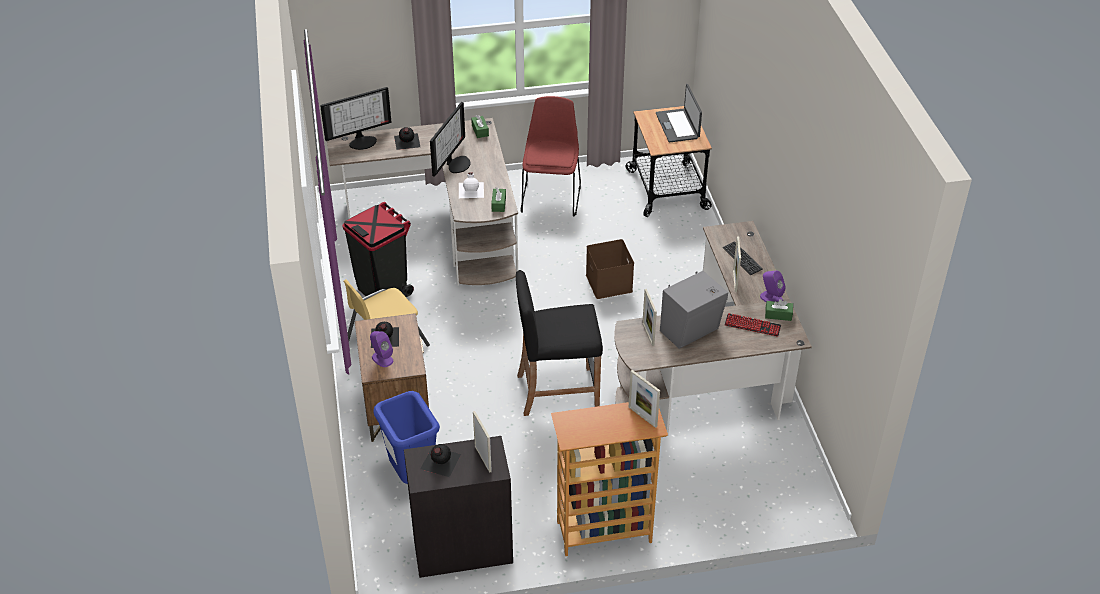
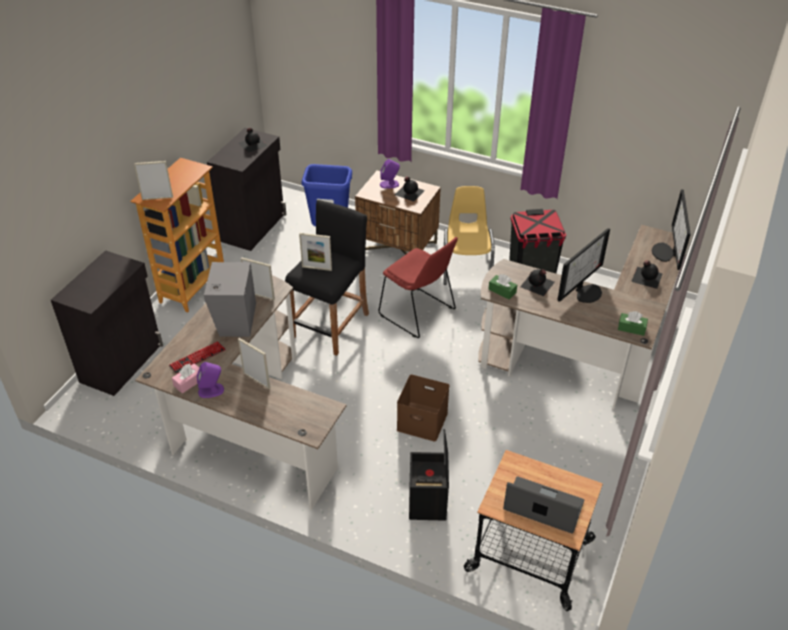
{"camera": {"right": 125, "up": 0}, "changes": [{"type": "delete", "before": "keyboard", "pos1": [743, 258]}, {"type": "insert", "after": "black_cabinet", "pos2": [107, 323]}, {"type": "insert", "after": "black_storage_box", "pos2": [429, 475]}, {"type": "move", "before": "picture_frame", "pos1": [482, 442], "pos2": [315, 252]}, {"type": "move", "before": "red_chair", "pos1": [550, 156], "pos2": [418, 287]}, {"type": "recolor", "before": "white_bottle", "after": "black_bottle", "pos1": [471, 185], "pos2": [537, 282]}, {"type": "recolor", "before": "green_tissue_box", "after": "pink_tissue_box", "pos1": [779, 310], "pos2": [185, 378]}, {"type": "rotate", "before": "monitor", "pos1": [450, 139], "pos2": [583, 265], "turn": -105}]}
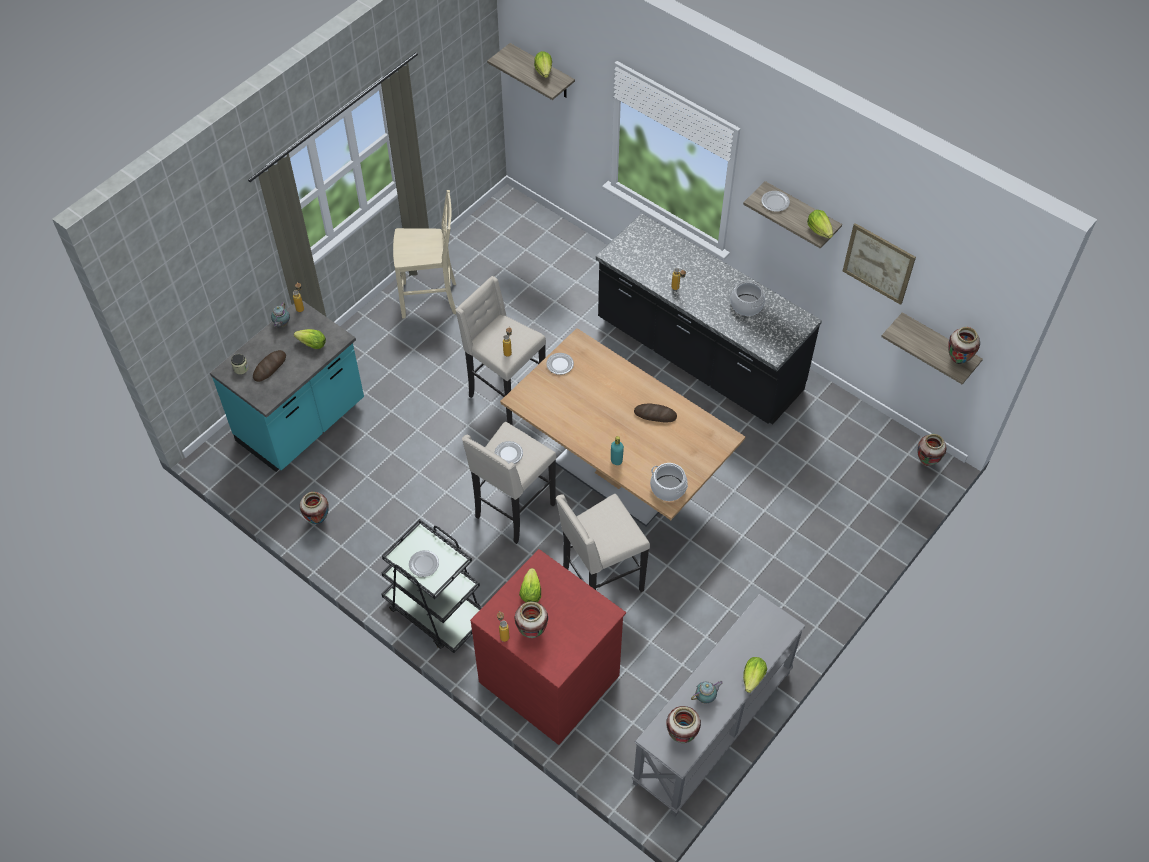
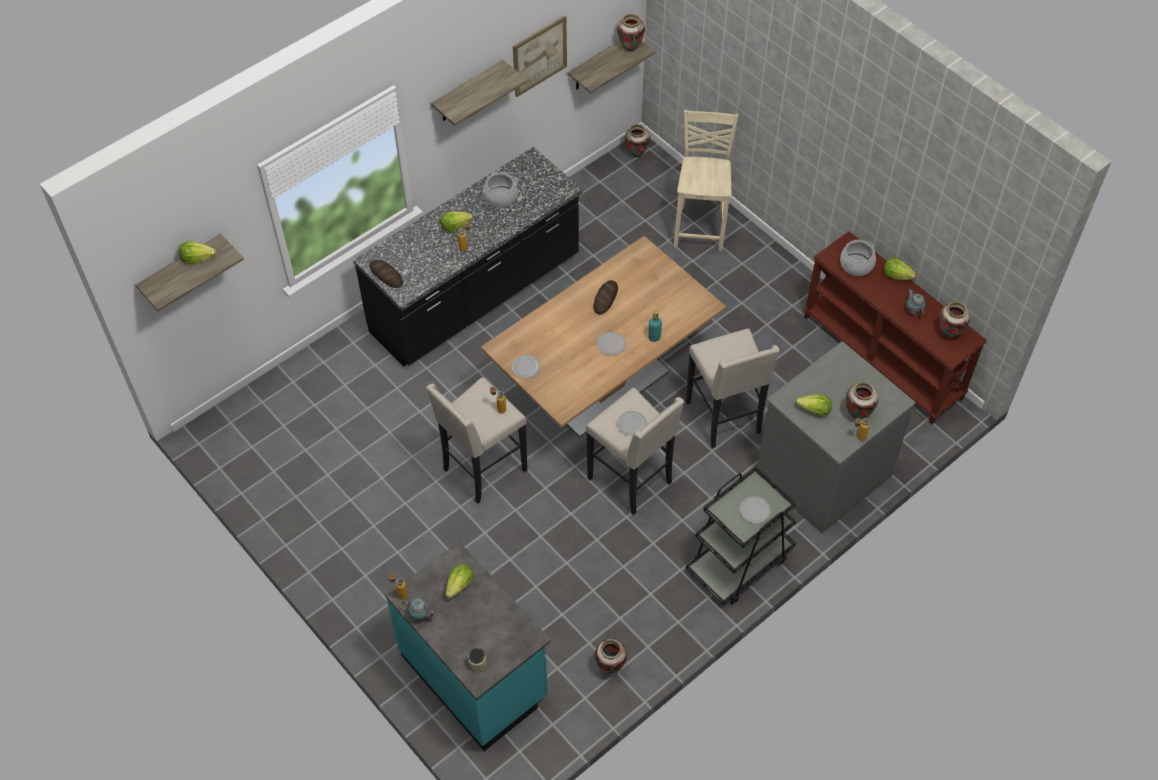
{"camera": {"right": -80, "up": 0}, "changes": [{"type": "move", "before": "bread", "pos1": [269, 366], "pos2": [386, 274]}, {"type": "move", "before": "beige_chair", "pos1": [424, 254], "pos2": [706, 181]}, {"type": "move", "before": "cooking_pot", "pos1": [669, 482], "pos2": [858, 258]}, {"type": "move", "before": "plate", "pos1": [775, 201], "pos2": [611, 343]}, {"type": "move", "before": "lettuce", "pos1": [820, 224], "pos2": [457, 221]}, {"type": "recolor", "before": "red_dresser", "after": "grey_dresser", "pos1": [548, 647], "pos2": [836, 437]}, {"type": "recolor", "before": "grey_console_table", "after": "brown_console_table", "pos1": [718, 704], "pos2": [895, 327]}]}
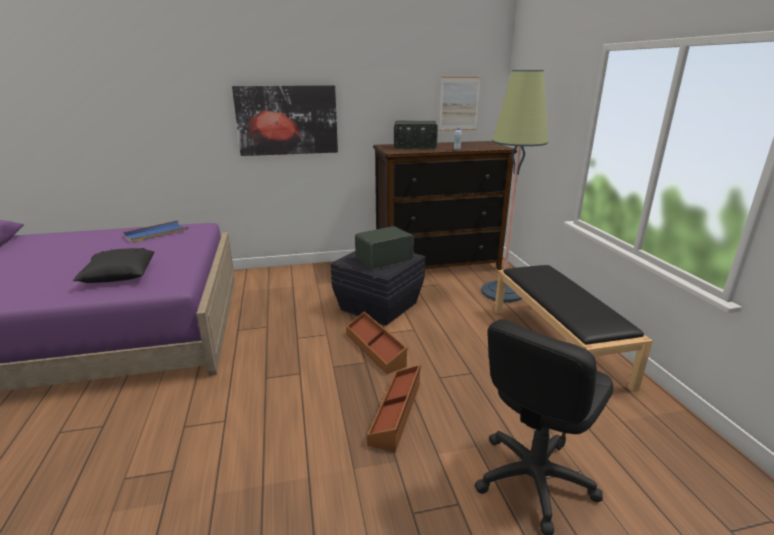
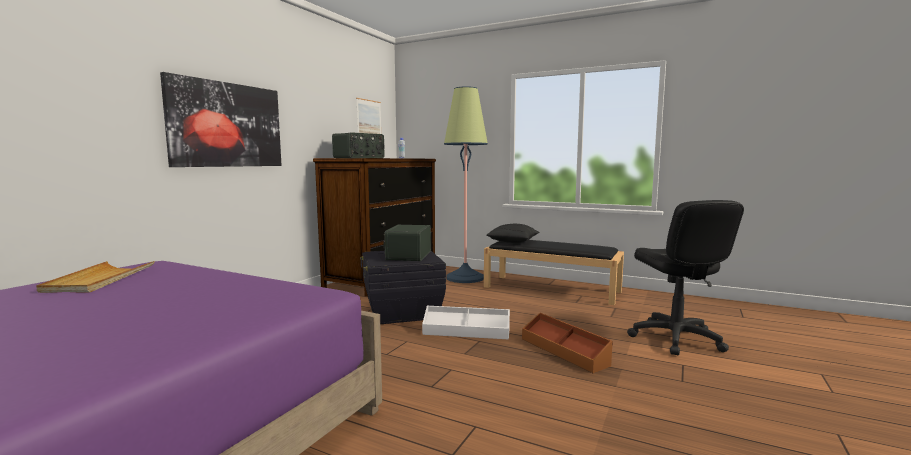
{"camera": {"right": -50, "up": -15}, "changes": [{"type": "move", "before": "black_pillow", "pos1": [113, 265], "pos2": [513, 233]}, {"type": "recolor", "before": "blue_tray", "after": "beige_tray", "pos1": [155, 231], "pos2": [95, 277]}, {"type": "recolor", "before": "brown_storage_box", "after": "white_storage_box", "pos1": [376, 342], "pos2": [466, 323]}]}
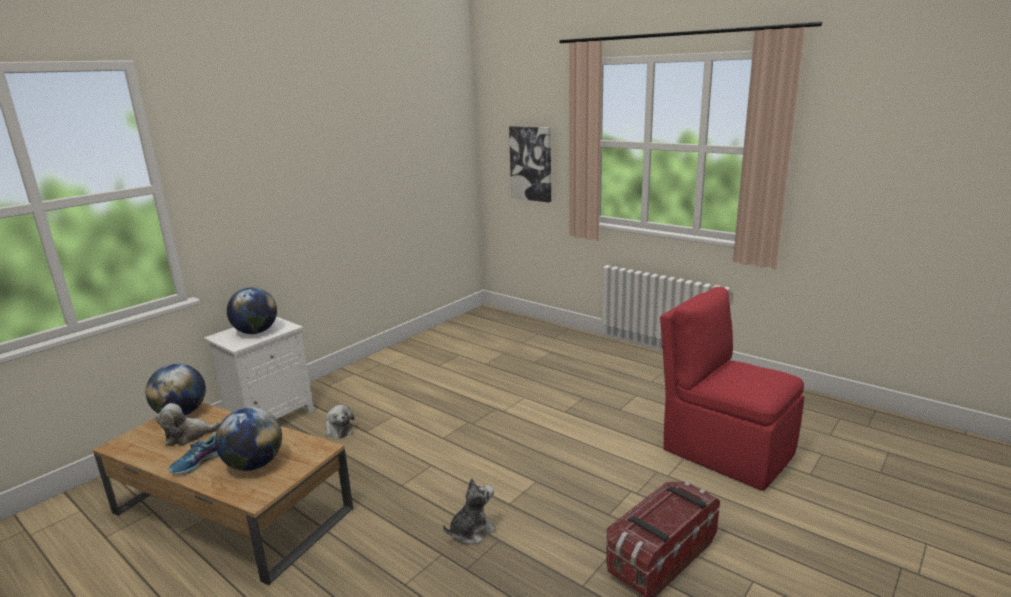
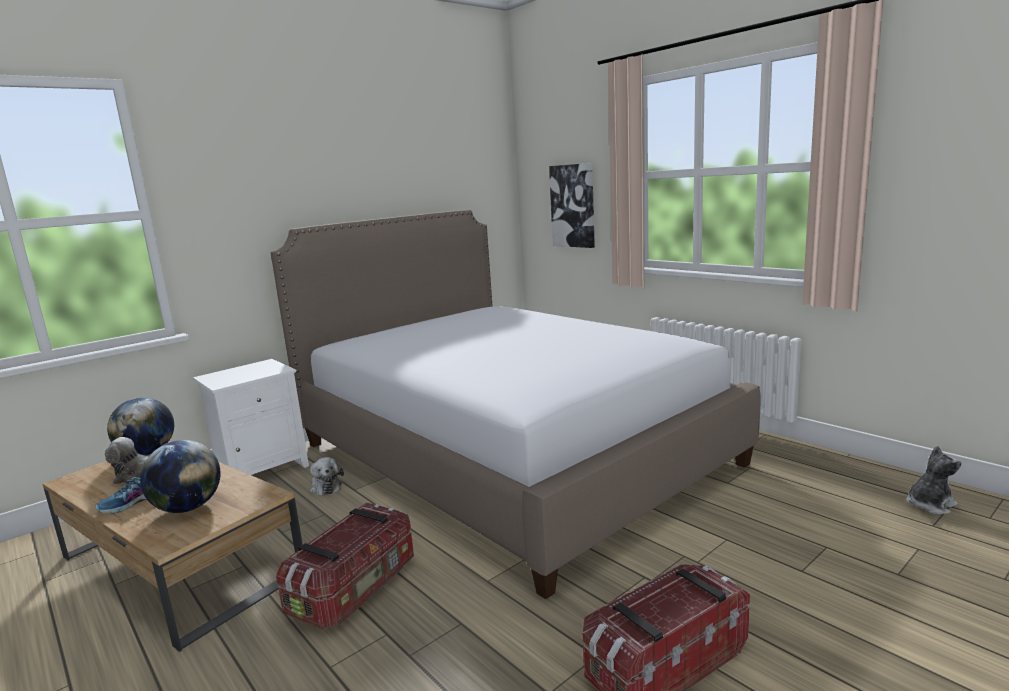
{"camera": {"right": 10, "up": -5}, "changes": [{"type": "delete", "before": "globe", "pos1": [252, 310]}, {"type": "delete", "before": "red_chair", "pos1": [732, 389]}, {"type": "insert", "after": "bed", "pos2": [515, 404]}, {"type": "insert", "after": "storage_box", "pos2": [345, 566]}, {"type": "move", "before": "plush_toy", "pos1": [469, 511], "pos2": [933, 480]}]}
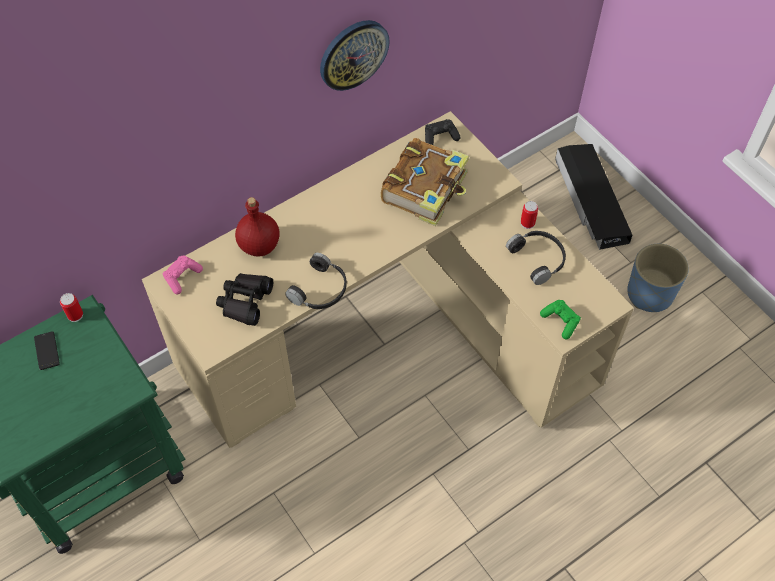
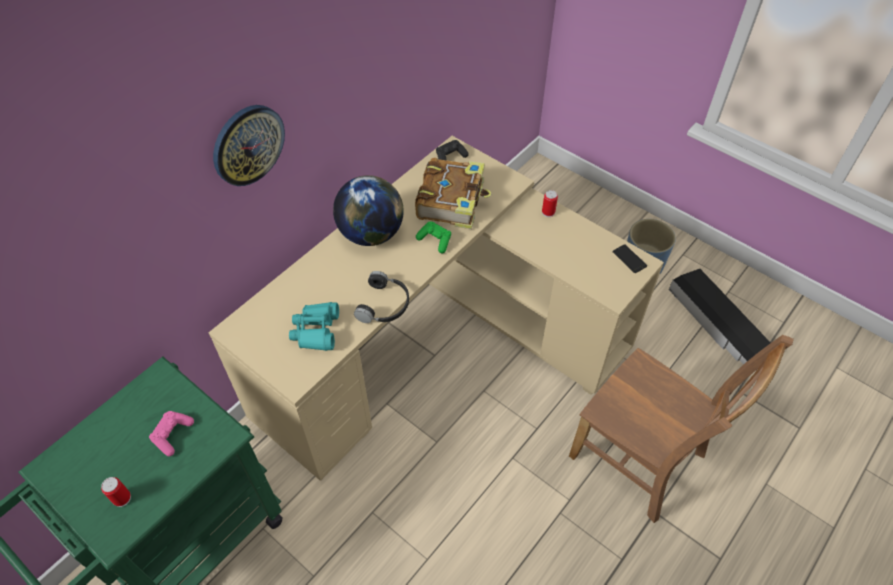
{"camera": {"right": -15, "up": -5}, "changes": [{"type": "delete", "before": "red_bottle", "pos1": [257, 227]}, {"type": "delete", "before": "black_headphones", "pos1": [536, 258]}, {"type": "insert", "after": "globe", "pos2": [368, 210]}, {"type": "insert", "after": "brown_chair", "pos2": [681, 429]}, {"type": "move", "before": "phone", "pos1": [47, 350], "pos2": [630, 258]}, {"type": "move", "before": "can", "pos1": [71, 307], "pos2": [116, 492]}, {"type": "move", "before": "pink_game_controller", "pos1": [183, 275], "pos2": [171, 433]}, {"type": "move", "before": "wall_clock", "pos1": [355, 55], "pos2": [249, 145]}, {"type": "move", "before": "green_game_controller", "pos1": [560, 319], "pos2": [433, 237]}, {"type": "move", "before": "black_storage_box", "pos1": [594, 197], "pos2": [720, 317]}, {"type": "recolor", "before": "black_binoculars", "after": "turquoise_binoculars", "pos1": [244, 299], "pos2": [314, 326]}]}
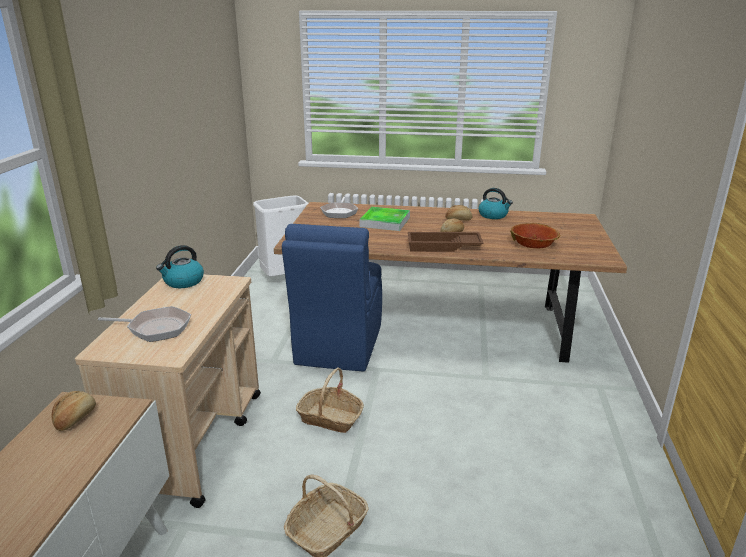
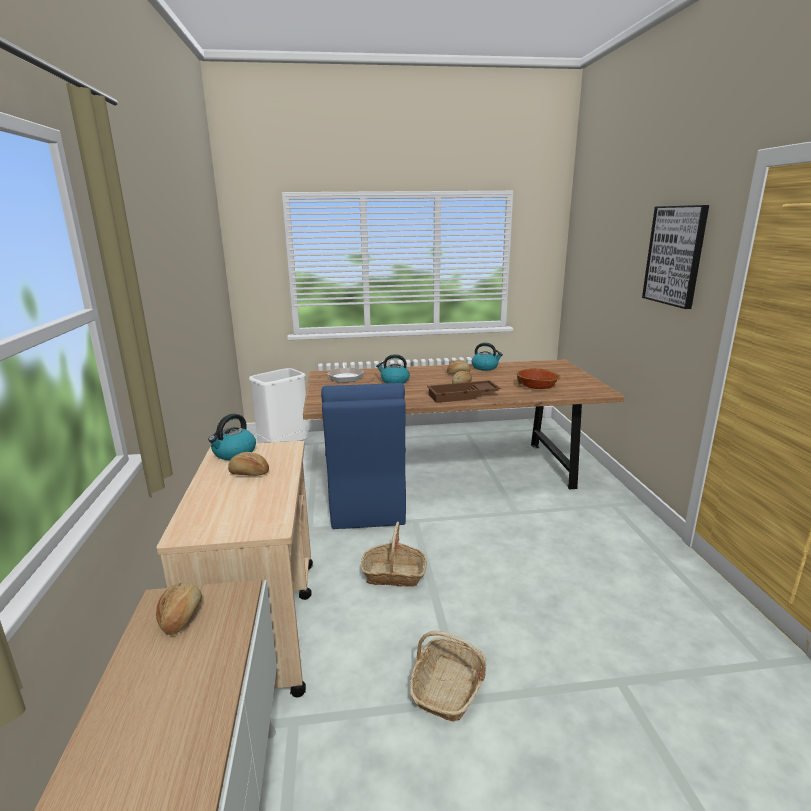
{"camera": {"right": -15, "up": -5}, "changes": [{"type": "delete", "before": "frying_pan", "pos1": [144, 324]}, {"type": "insert", "after": "bread", "pos2": [248, 464]}, {"type": "insert", "after": "picture", "pos2": [675, 257]}, {"type": "replace", "before": "tray", "after": "kettle", "pos1": [385, 219], "pos2": [393, 369]}]}
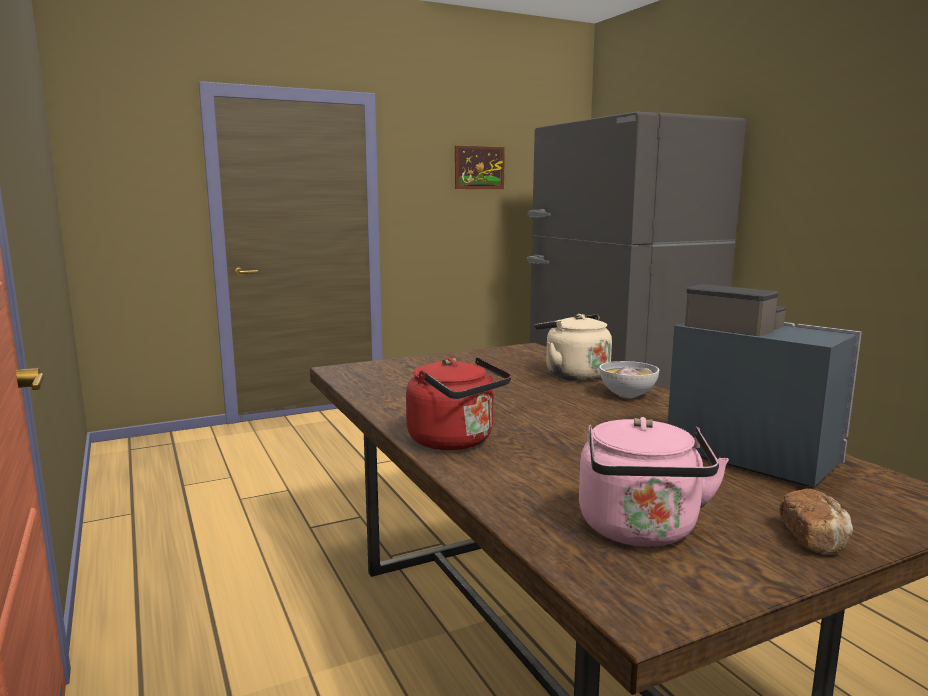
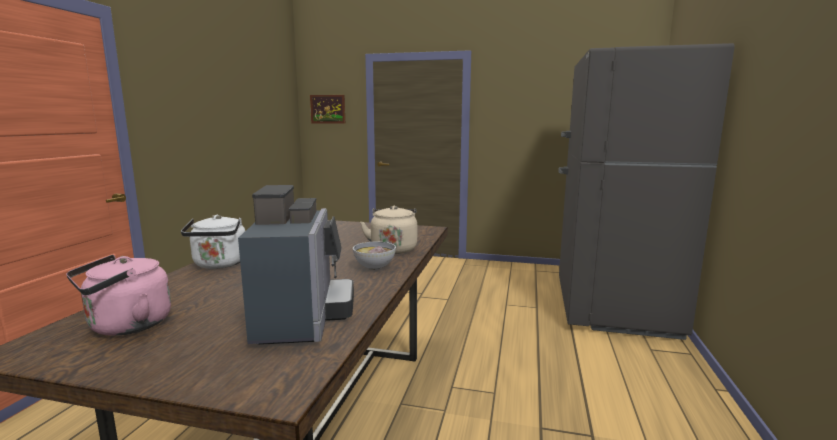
{"camera": {"right": 40, "up": 0}, "changes": [{"type": "delete", "before": "bread", "pos1": [816, 522]}, {"type": "move", "before": "picture", "pos1": [480, 167], "pos2": [327, 109]}, {"type": "recolor", "before": "red_kettle", "after": "white_kettle", "pos1": [458, 403], "pos2": [213, 242]}]}
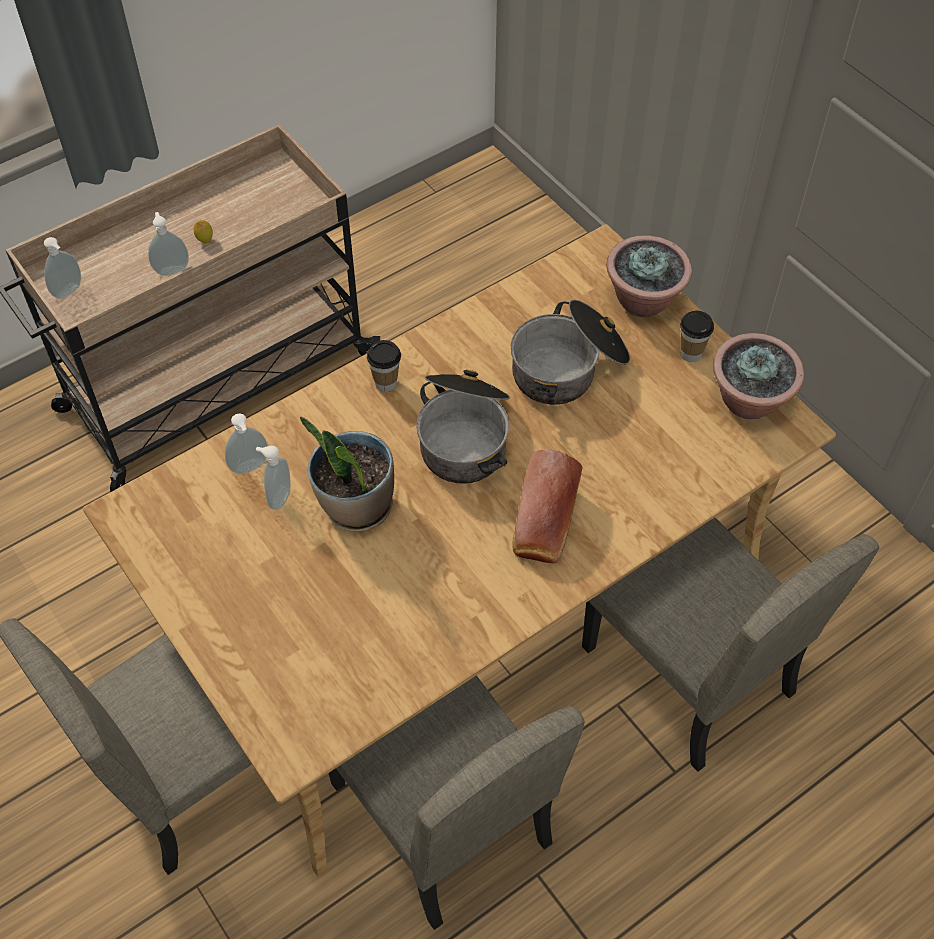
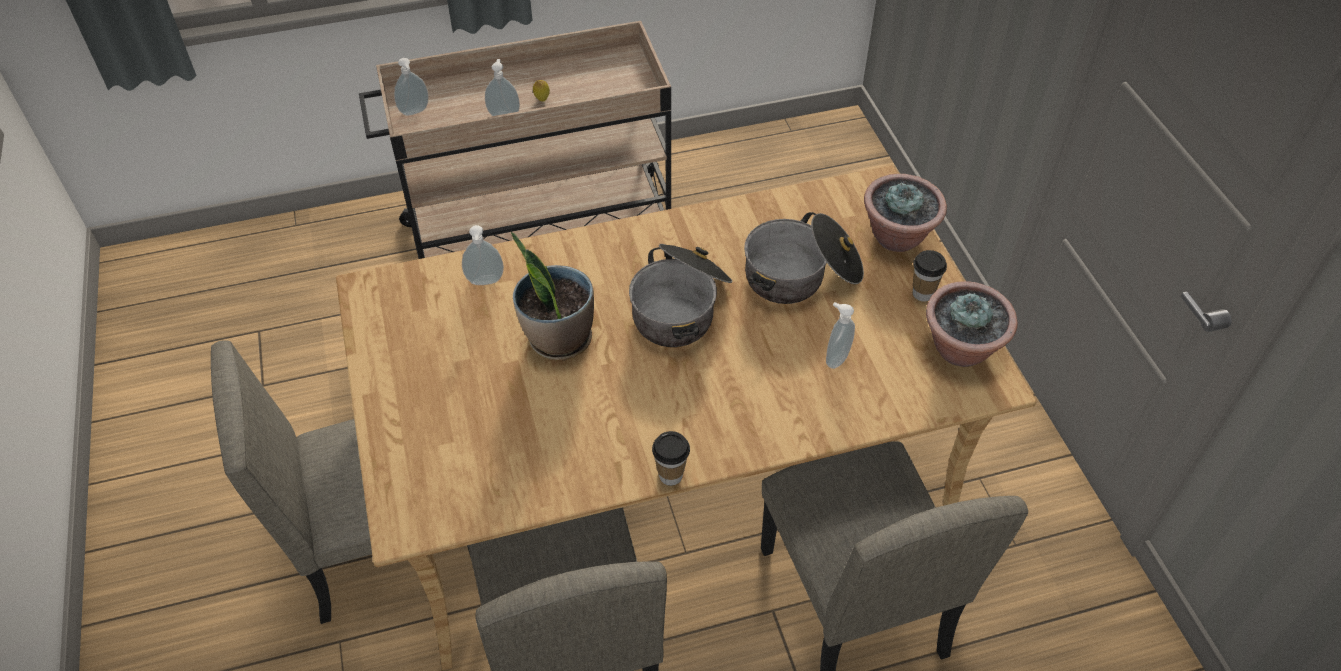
{"camera": {"right": 20, "up": -5}, "changes": [{"type": "delete", "before": "bread", "pos1": [547, 506]}, {"type": "move", "before": "soap_dispenser", "pos1": [273, 478], "pos2": [840, 335]}, {"type": "move", "before": "cup", "pos1": [384, 366], "pos2": [671, 458]}]}
